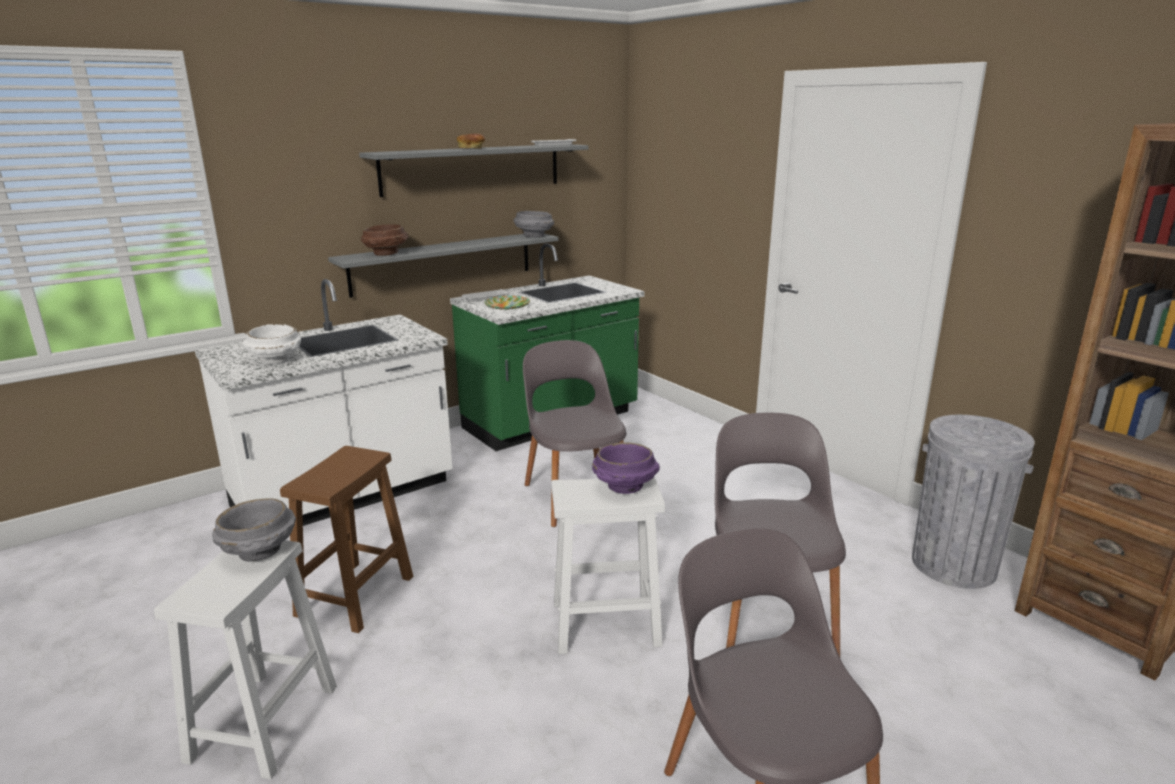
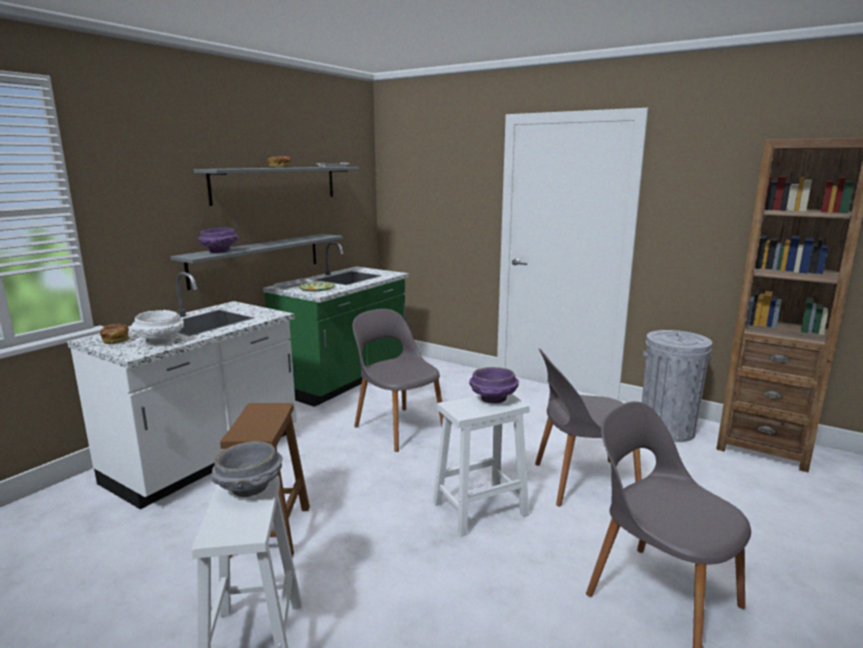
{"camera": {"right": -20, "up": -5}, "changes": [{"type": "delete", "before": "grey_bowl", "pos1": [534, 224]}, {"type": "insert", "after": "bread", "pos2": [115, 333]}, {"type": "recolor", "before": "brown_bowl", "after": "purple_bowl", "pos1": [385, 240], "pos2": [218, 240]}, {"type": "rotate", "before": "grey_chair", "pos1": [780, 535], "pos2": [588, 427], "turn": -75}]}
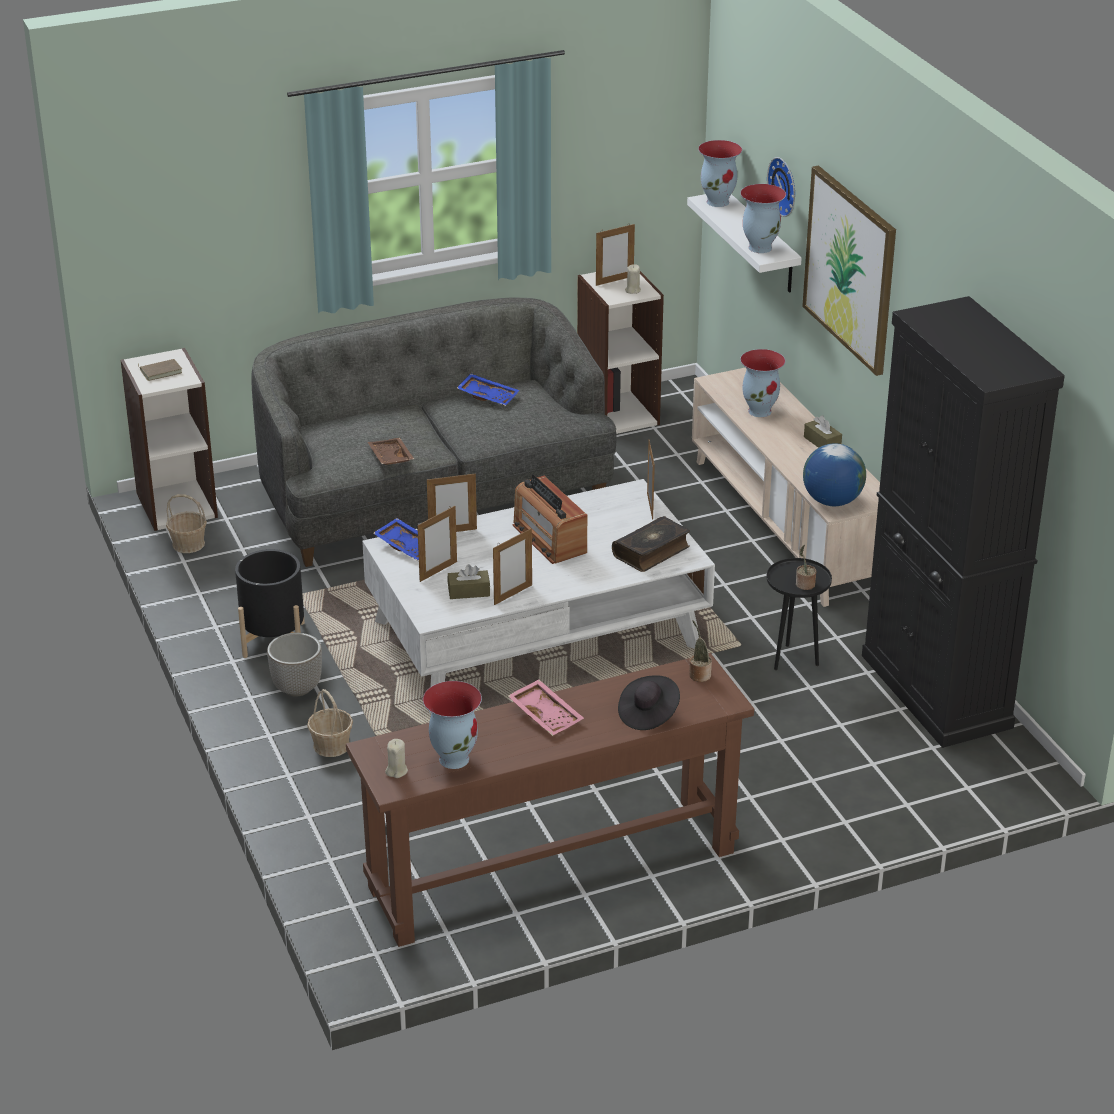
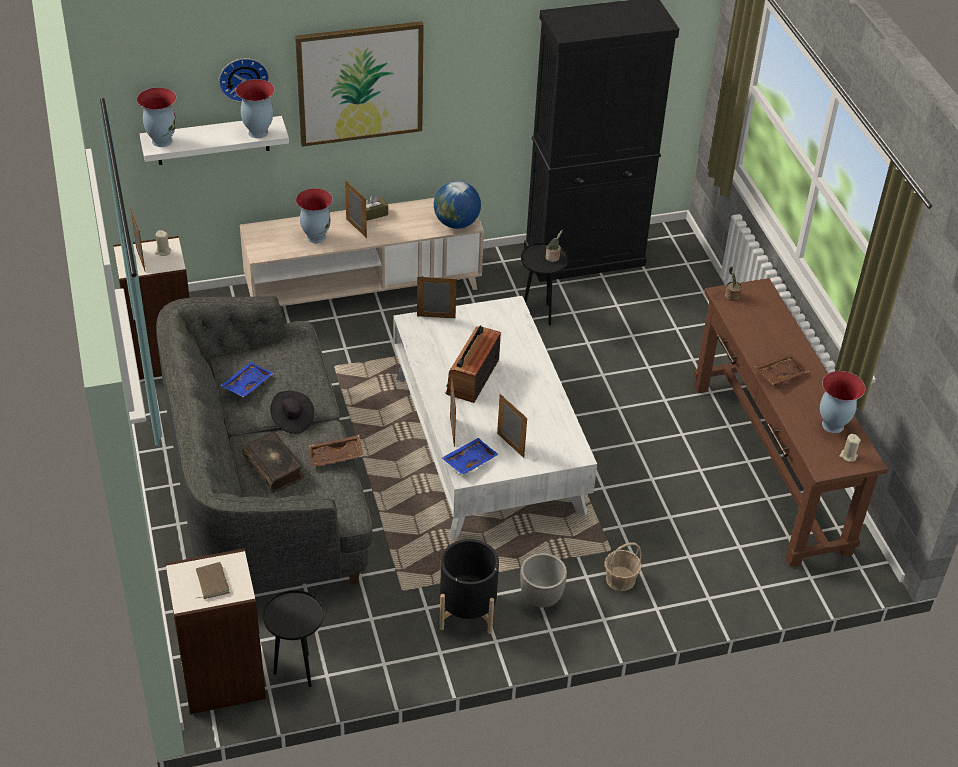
{"camera": {"right": -85, "up": 10}, "changes": [{"type": "delete", "before": "brown_tissue_box", "pos1": [469, 581]}, {"type": "move", "before": "picture_frame", "pos1": [512, 566], "pos2": [356, 209]}, {"type": "move", "before": "book", "pos1": [651, 544], "pos2": [273, 461]}, {"type": "move", "before": "black_hat", "pos1": [649, 702], "pos2": [292, 412]}, {"type": "replace", "before": "basket", "after": "black_side_table", "pos1": [186, 523], "pos2": [293, 638]}, {"type": "recolor", "before": "pink_tray", "after": "brown_tray", "pos1": [546, 707], "pos2": [782, 369]}, {"type": "rotate", "before": "radio", "pos1": [549, 519], "pos2": [473, 364], "turn": 135}]}
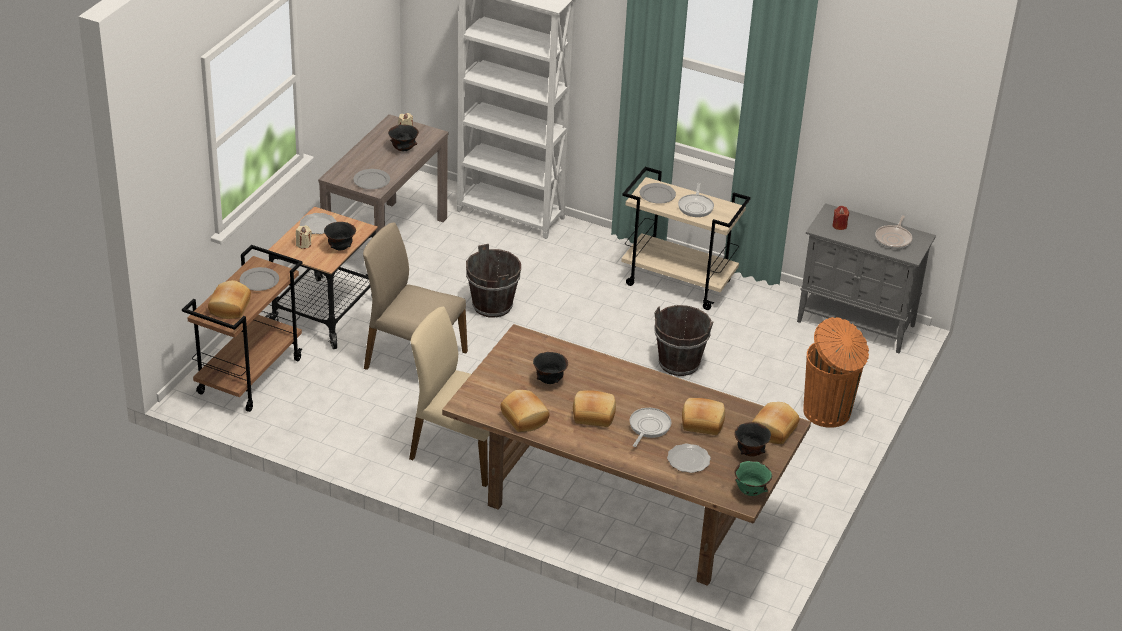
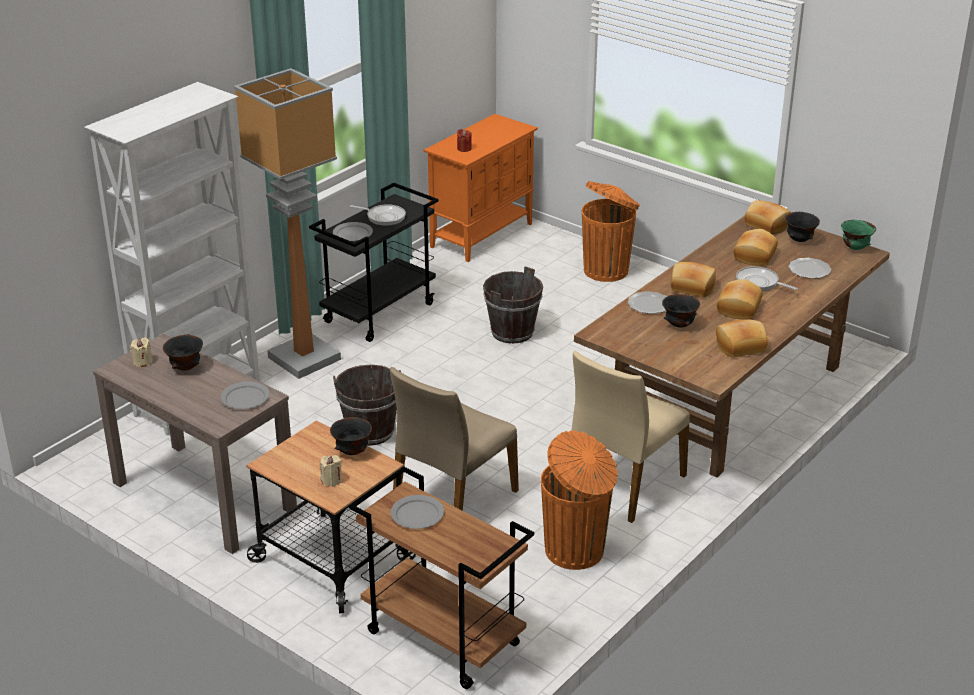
{"camera": {"right": -75, "up": -5}, "changes": [{"type": "delete", "before": "frying_pan", "pos1": [893, 232]}, {"type": "insert", "after": "floor_lamp", "pos2": [287, 223]}, {"type": "insert", "after": "orange_trash_can", "pos2": [579, 500]}, {"type": "move", "before": "bread", "pos1": [229, 299], "pos2": [693, 279]}, {"type": "move", "before": "plate", "pos1": [318, 223], "pos2": [647, 302]}, {"type": "recolor", "before": "beige_cart", "after": "black_cart", "pos1": [686, 238], "pos2": [373, 262]}, {"type": "recolor", "before": "grey_cabinet", "after": "orange_cabinet", "pos1": [866, 278], "pos2": [481, 188]}]}
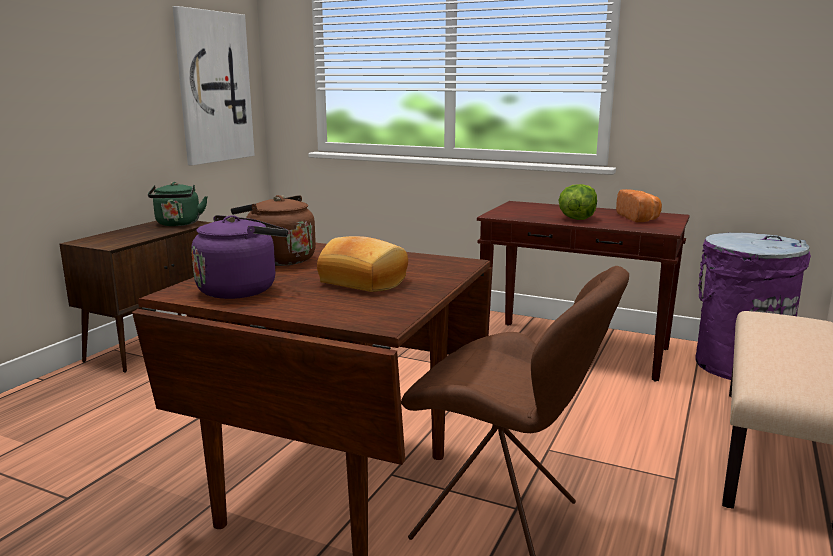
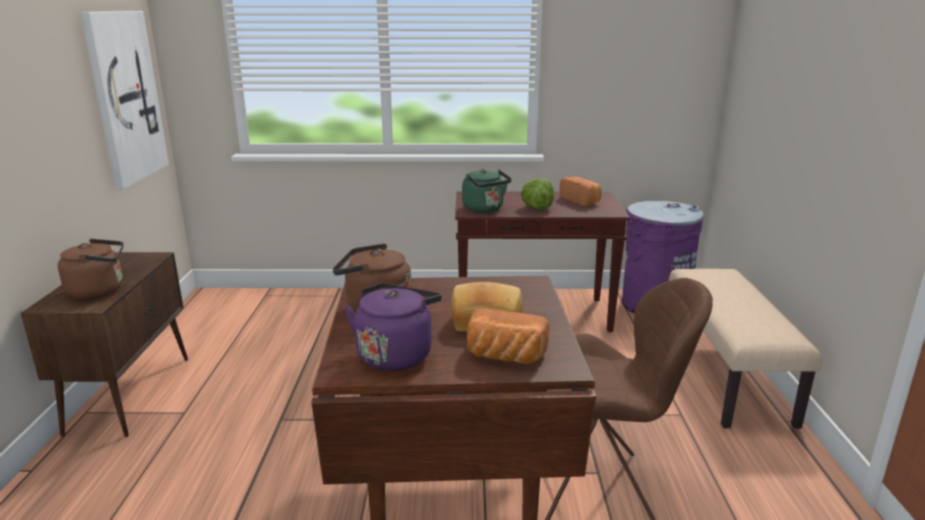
{"camera": {"right": -25, "up": 5}, "changes": [{"type": "insert", "after": "brown_kettle", "pos2": [91, 269]}, {"type": "insert", "after": "bread", "pos2": [508, 336]}, {"type": "move", "before": "green_kettle", "pos1": [178, 204], "pos2": [487, 190]}]}
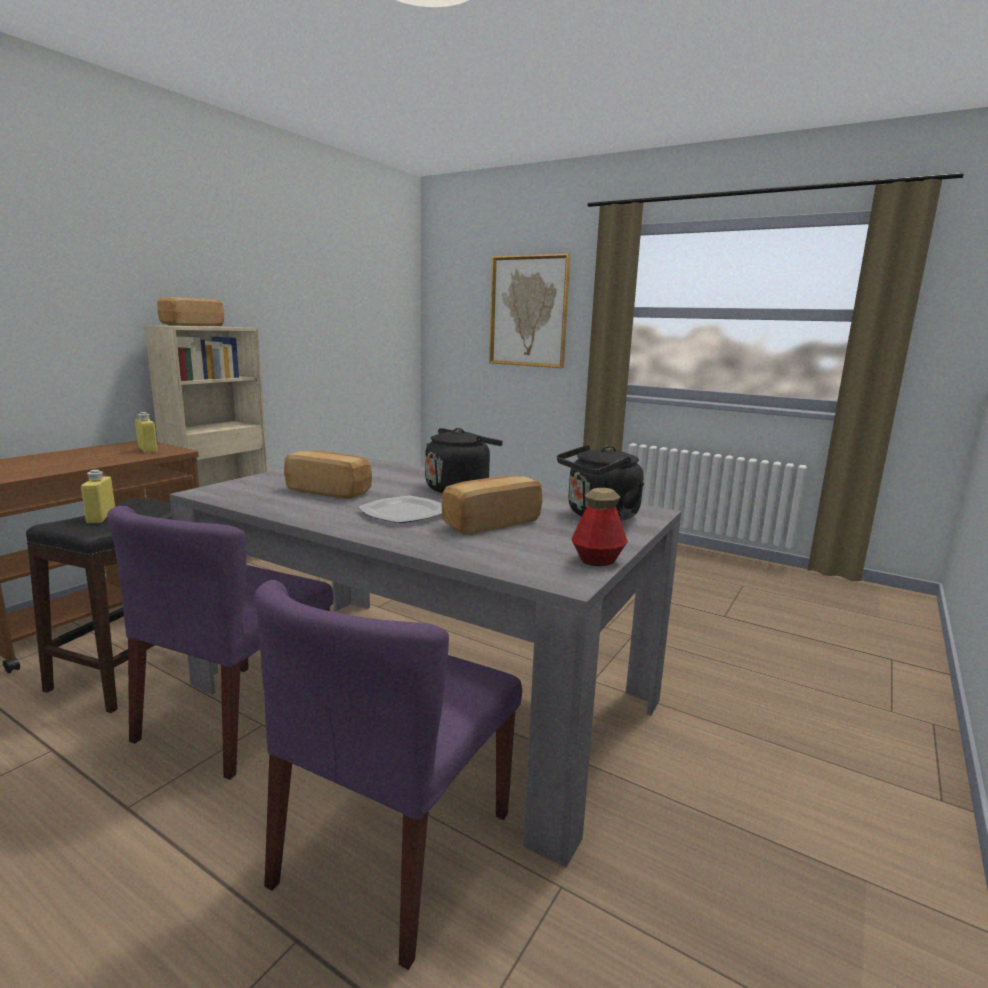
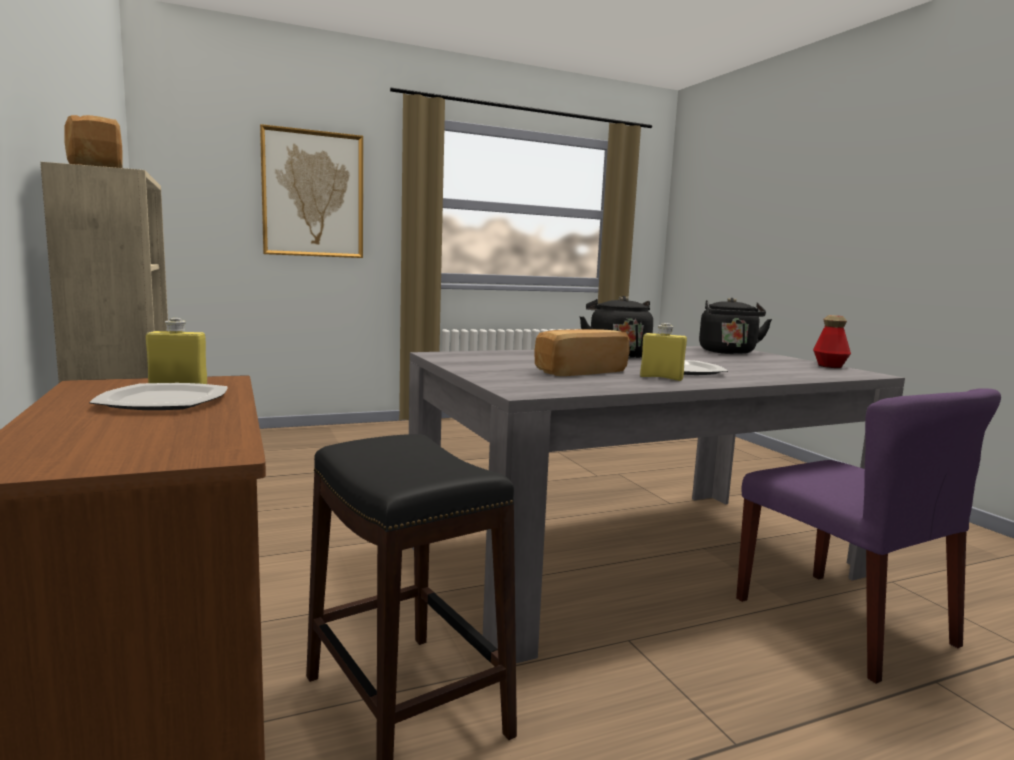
{"camera": {"right": -55, "up": -5}, "changes": [{"type": "delete", "before": "purple_chair", "pos1": [220, 643]}, {"type": "delete", "before": "bread", "pos1": [492, 505]}, {"type": "insert", "after": "plate", "pos2": [158, 396]}, {"type": "move", "before": "yellow_bottle", "pos1": [98, 496], "pos2": [663, 352]}]}
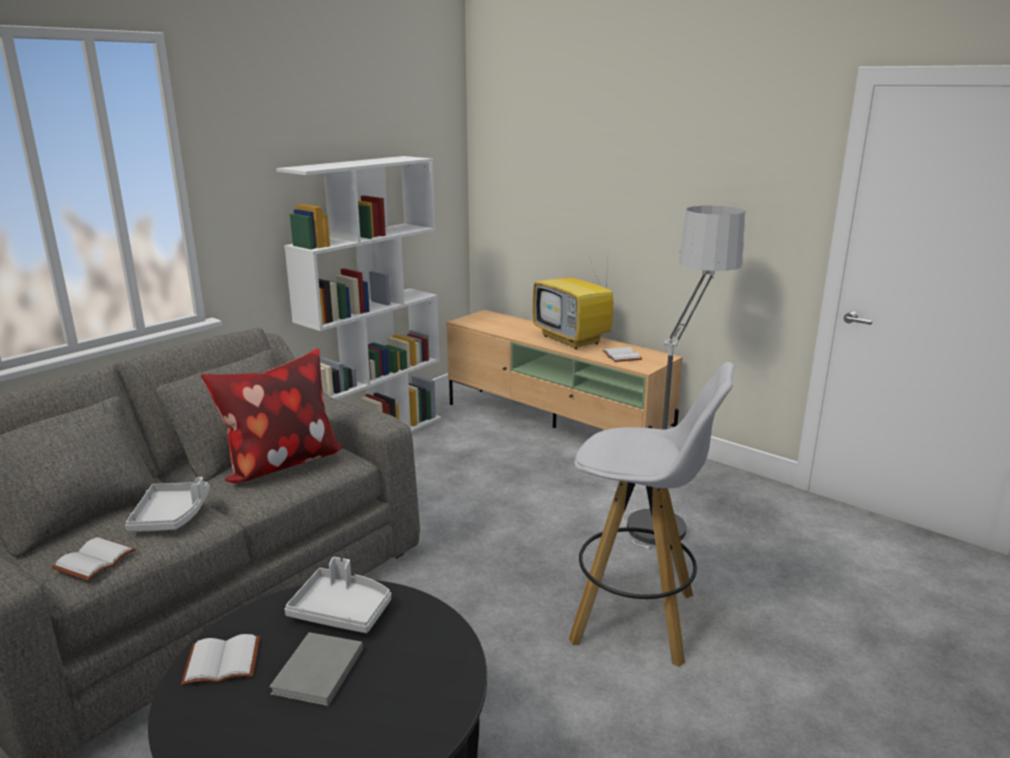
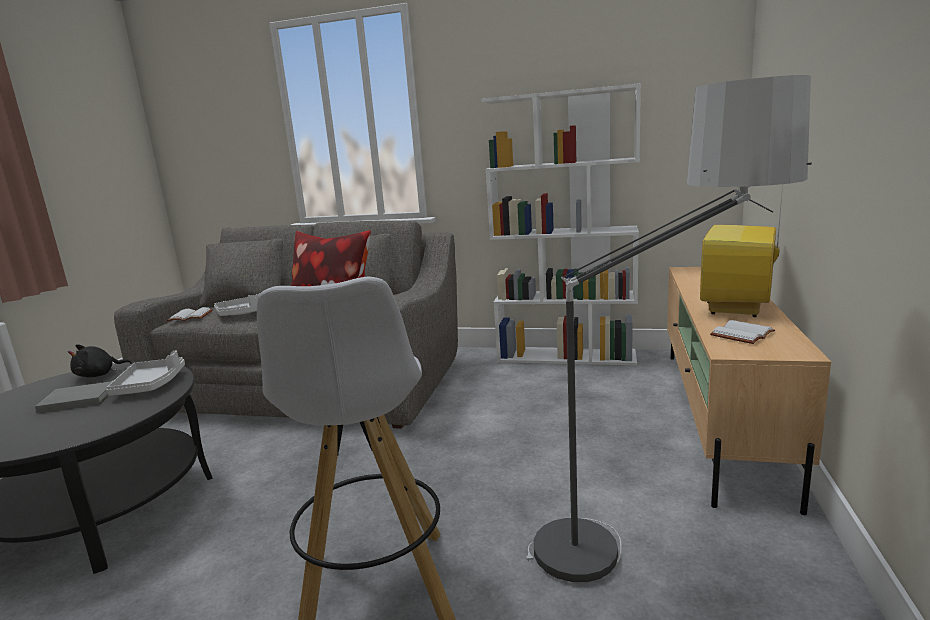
{"camera": {"right": 65, "up": -5}, "changes": [{"type": "replace", "before": "white_book", "after": "black_plush_toy", "pos1": [220, 660], "pos2": [100, 360]}]}
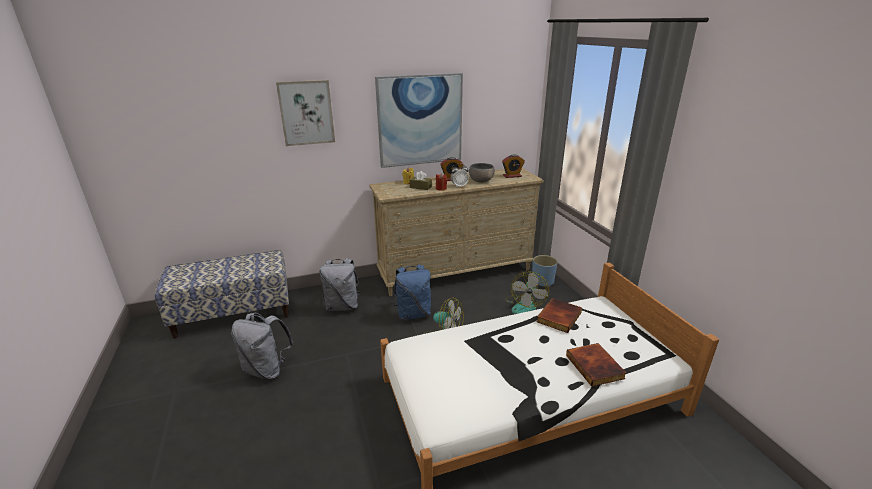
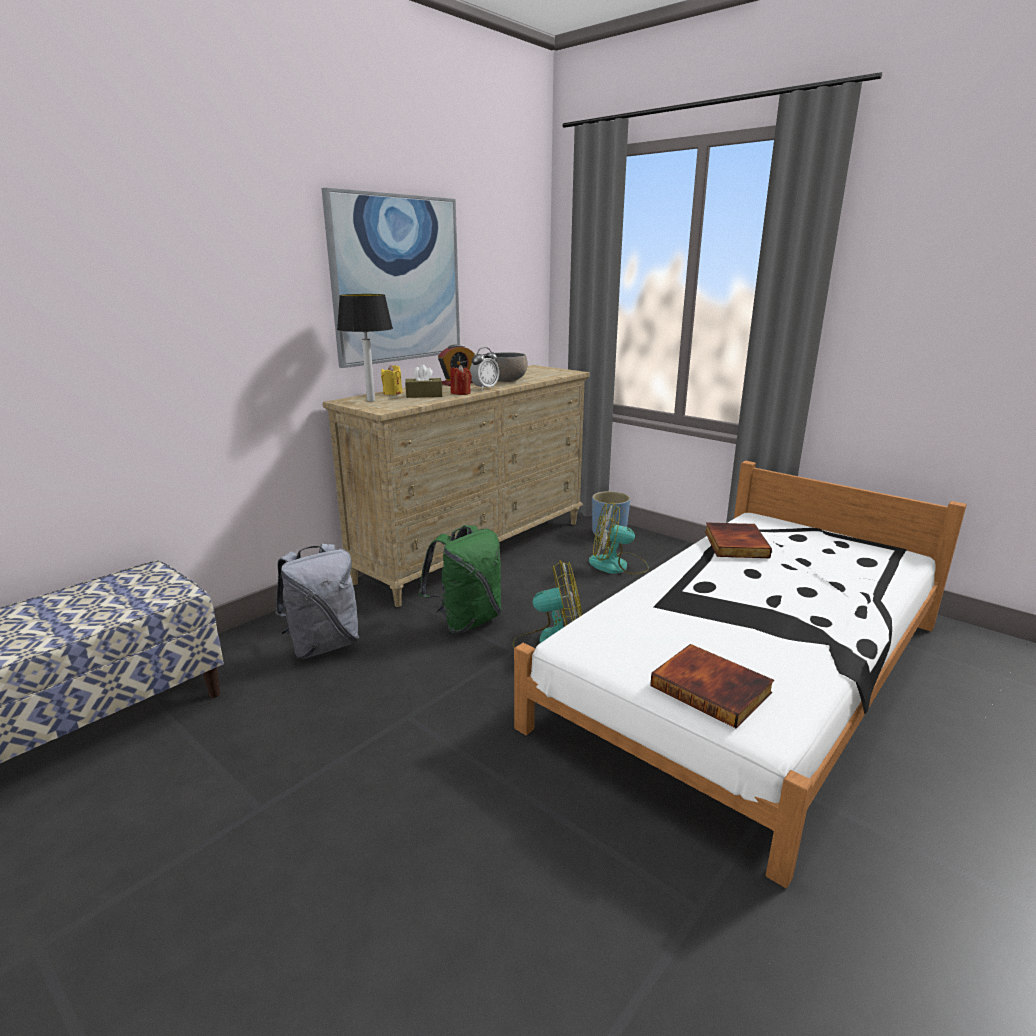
{"camera": {"right": -30, "up": -5}, "changes": [{"type": "delete", "before": "grey_backpack", "pos1": [262, 346]}, {"type": "delete", "before": "picture", "pos1": [305, 113]}, {"type": "delete", "before": "alarm_clock", "pos1": [513, 166]}, {"type": "insert", "after": "table_lamp", "pos2": [365, 348]}, {"type": "move", "before": "book", "pos1": [596, 365], "pos2": [712, 686]}, {"type": "recolor", "before": "blue_backpack", "after": "green_backpack", "pos1": [412, 292], "pos2": [460, 579]}, {"type": "rotate", "before": "fan", "pos1": [527, 293], "pos2": [619, 538], "turn": 105}]}
